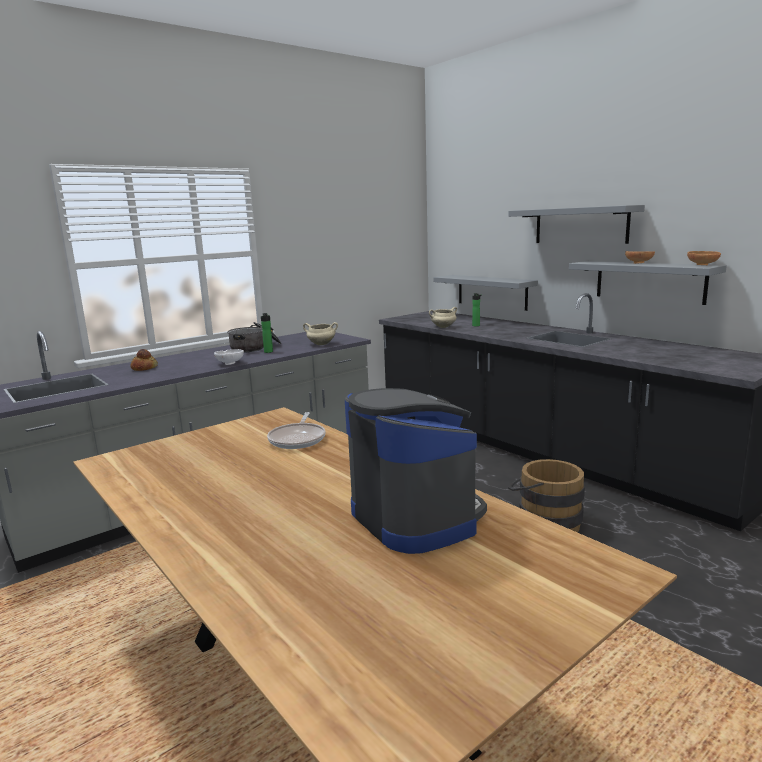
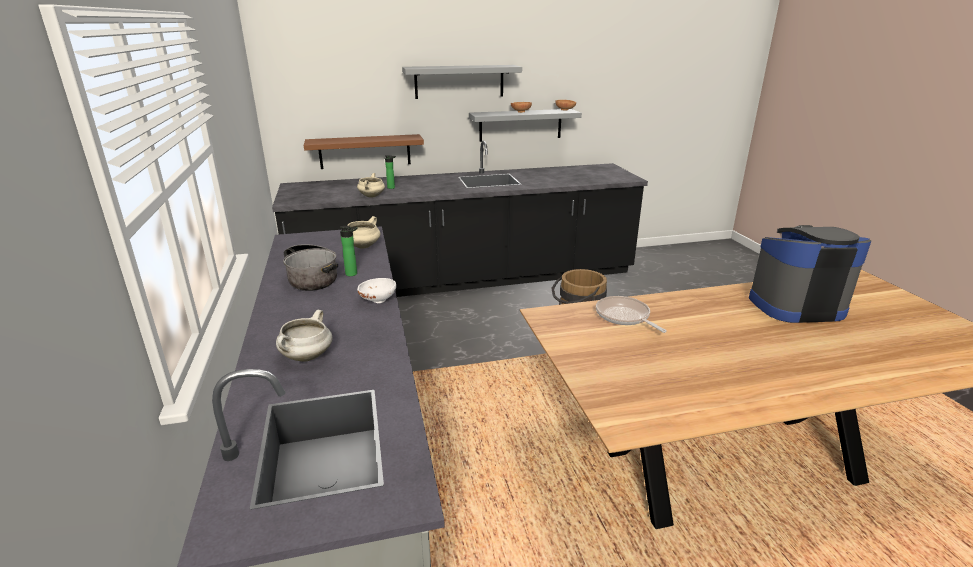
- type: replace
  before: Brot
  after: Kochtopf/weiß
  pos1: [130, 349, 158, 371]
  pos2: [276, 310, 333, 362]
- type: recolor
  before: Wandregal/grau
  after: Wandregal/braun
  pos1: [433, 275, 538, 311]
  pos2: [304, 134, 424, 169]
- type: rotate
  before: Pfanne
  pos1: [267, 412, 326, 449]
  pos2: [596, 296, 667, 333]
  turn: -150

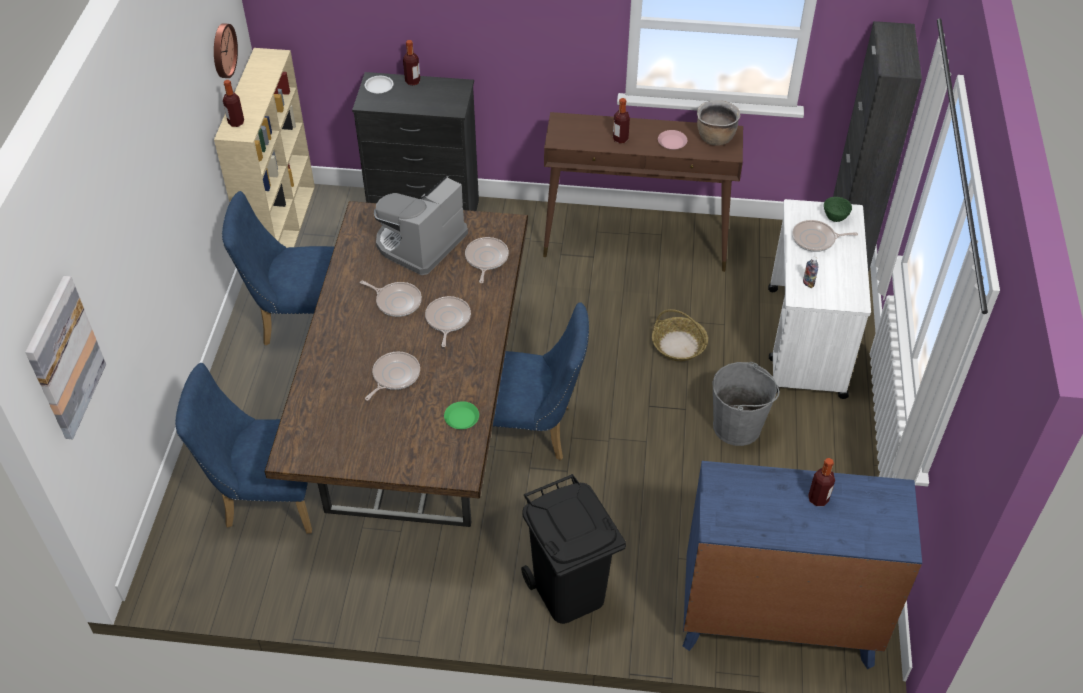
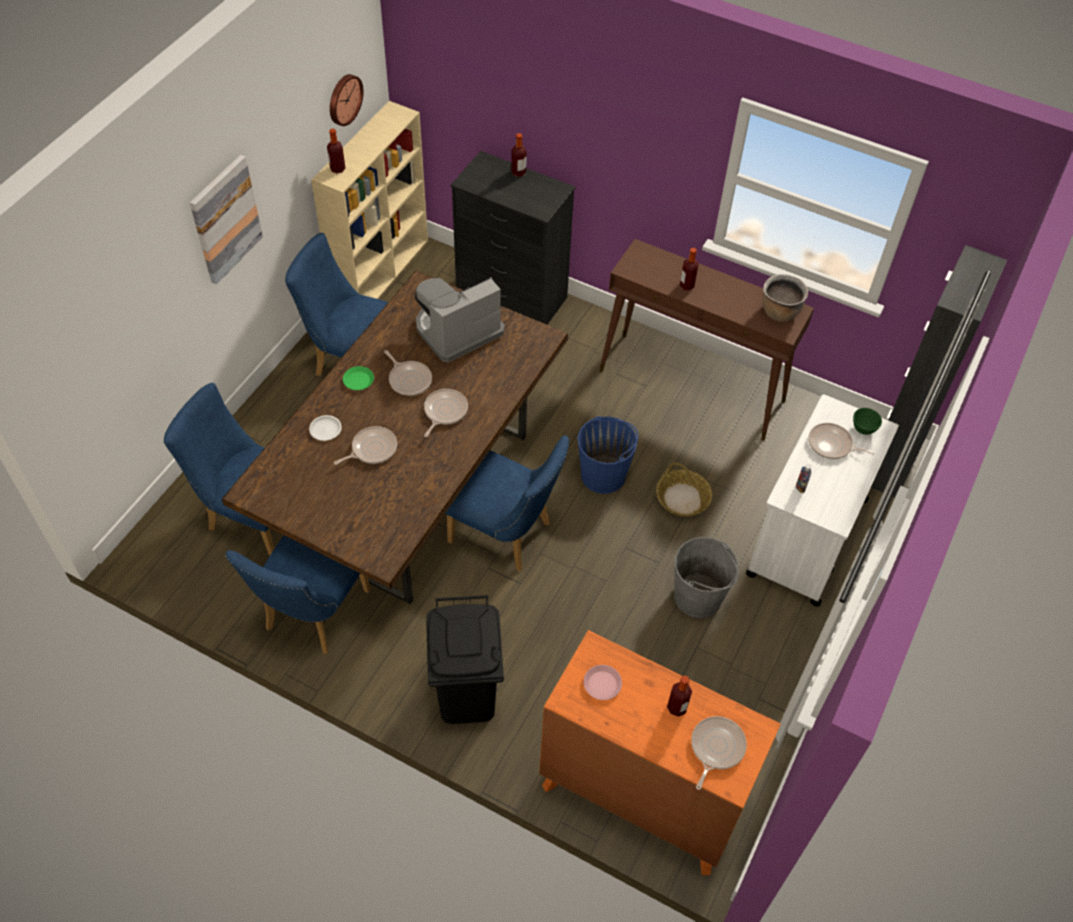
- type: insert
  after: Stuhl/blau
  pos2: [226, 536, 370, 654]
- type: insert
  after: Eimer/blau
  pos2: [578, 416, 638, 494]
- type: move
  before: Bild
  pos1: [25, 276, 106, 439]
  pos2: [190, 155, 263, 284]
- type: move
  before: Teller/weiß
  pos1: [365, 76, 394, 93]
  pos2: [309, 415, 342, 441]
- type: move
  before: Teller/grün
  pos1: [444, 401, 479, 429]
  pos2: [343, 366, 374, 390]
- type: move
  before: Pfanne
  pos1: [465, 237, 509, 283]
  pos2: [691, 716, 747, 790]
- type: move
  before: Teller/rosa
  pos1: [658, 130, 687, 150]
  pos2: [584, 665, 622, 700]
- type: recolor
  before: Kommode/blau
  after: Kommode/orange
  pos1: [683, 461, 922, 669]
  pos2: [539, 630, 781, 875]

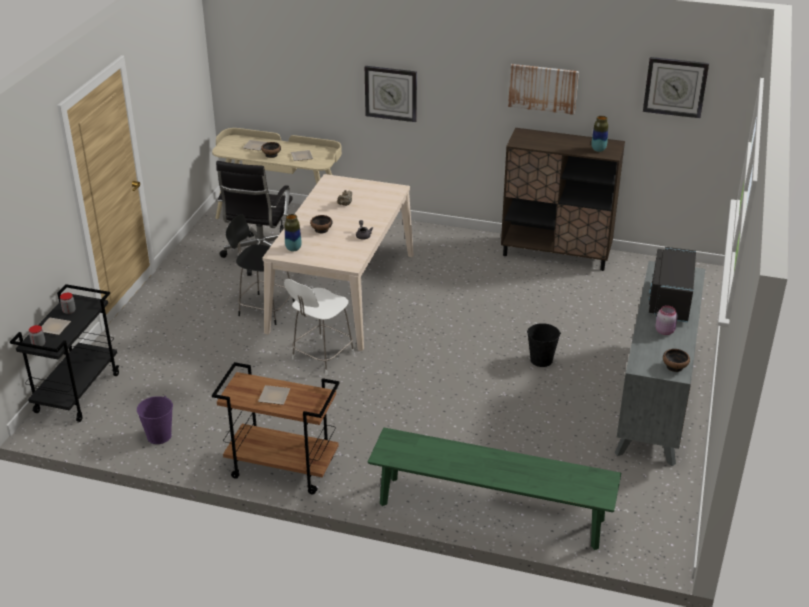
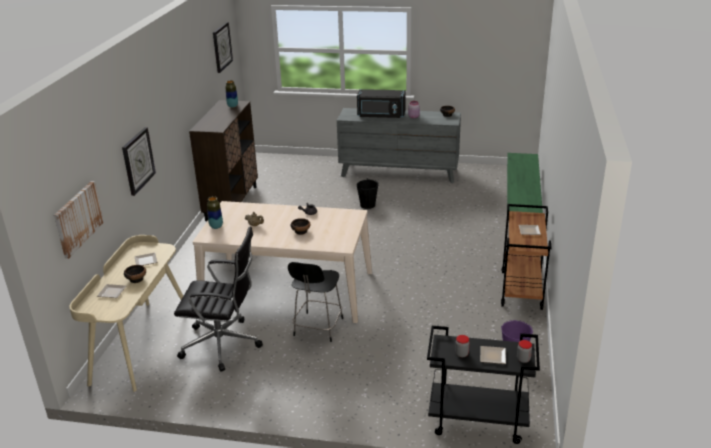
- type: delete
  before: Stuhl/weiß
  pos1: [284, 279, 355, 375]
- type: move
  before: Vase
  pos1: [285, 214, 301, 252]
  pos2: [207, 196, 223, 229]
- type: move
  before: Bild
  pos1: [508, 64, 579, 115]
  pos2: [54, 181, 104, 259]

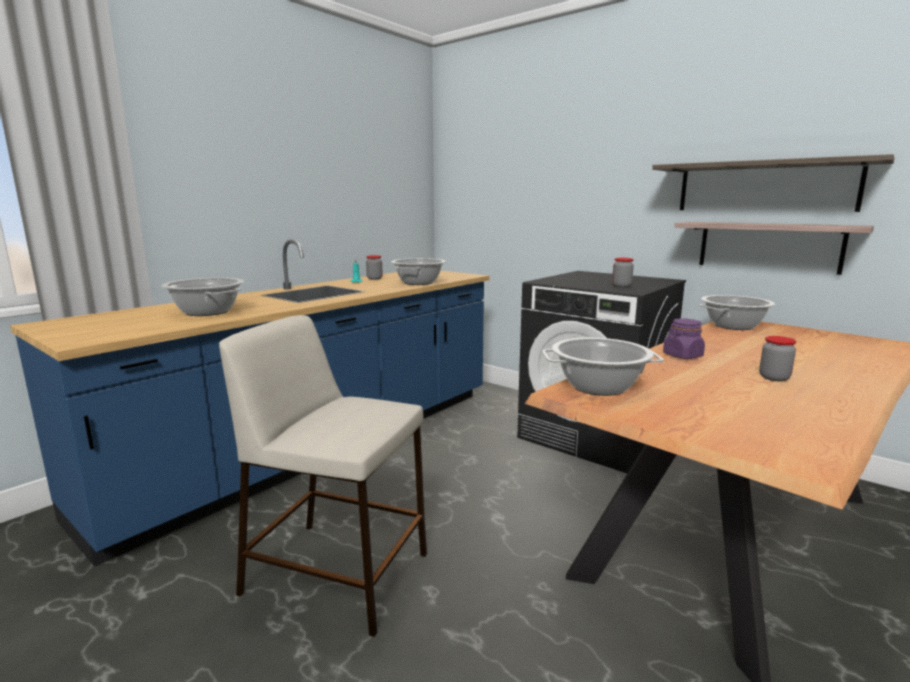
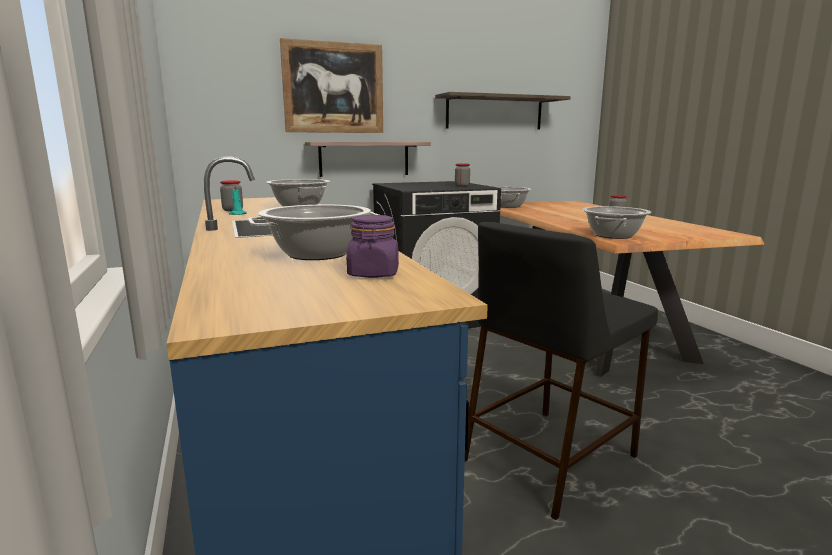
- type: insert
  after: Bild
  pos2: [280, 38, 383, 133]
- type: move
  before: Vorratsglas/lila
  pos1: [663, 318, 705, 359]
  pos2: [346, 215, 399, 278]
- type: move
  before: Wandregal
  pos1: [674, 222, 874, 275]
  pos2: [305, 142, 431, 177]
- type: recolor
  before: Hocker/beige
  after: Hocker/schwarz
  pos1: [219, 315, 427, 637]
  pos2: [465, 222, 658, 520]

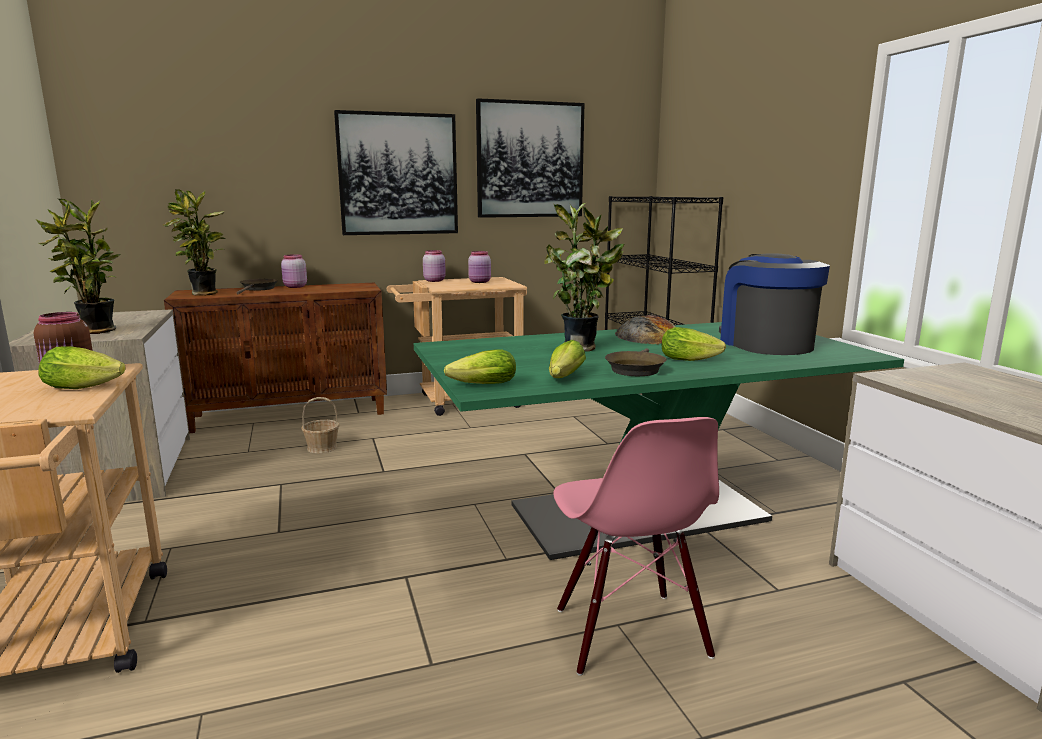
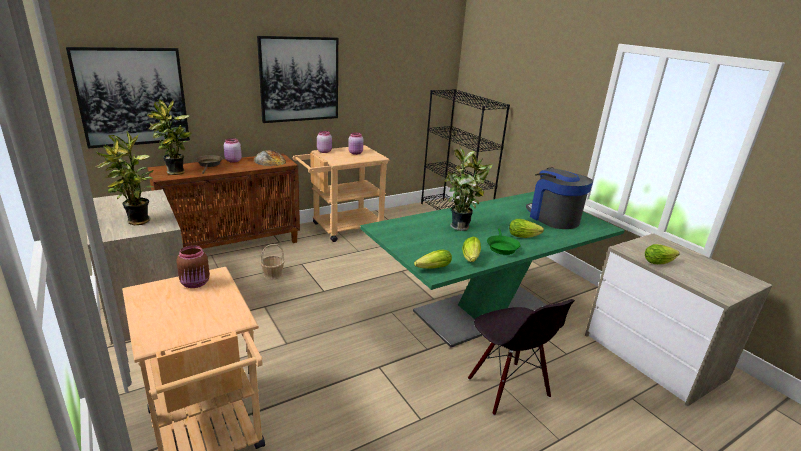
- type: move
  before: Salatkopf
  pos1: [39, 346, 125, 389]
  pos2: [645, 244, 679, 264]
- type: move
  before: Bild
  pos1: [476, 98, 584, 218]
  pos2: [66, 47, 190, 149]
- type: move
  before: Brot
  pos1: [615, 315, 675, 345]
  pos2: [254, 150, 286, 166]
- type: recolor
  before: Stuhl/rosa
  after: Stuhl/schwarz
  pos1: [553, 417, 719, 676]
  pos2: [468, 299, 575, 416]
- type: recolor
  before: Pfanne/braun
  after: Pfanne/grün
  pos1: [605, 348, 667, 376]
  pos2: [487, 229, 520, 255]

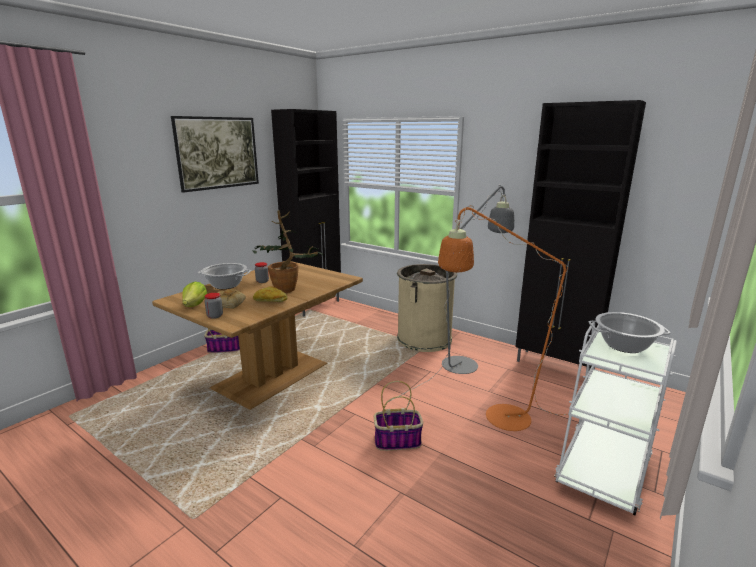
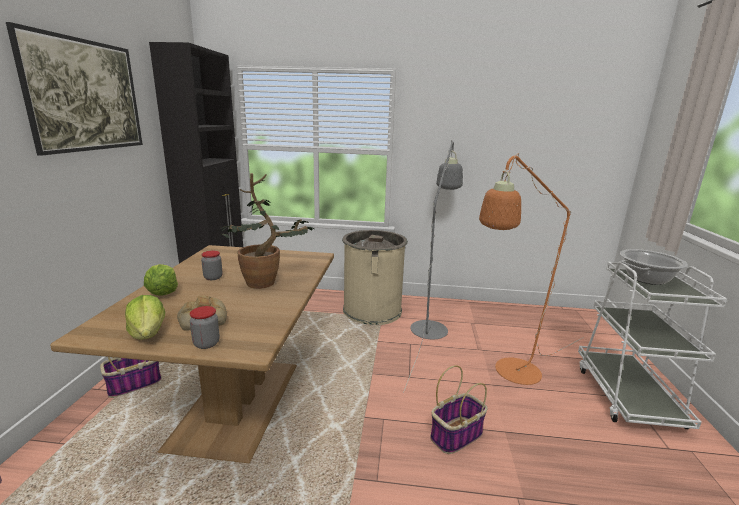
- type: delete
  before: Brot
  pos1: [253, 286, 288, 302]
- type: delete
  before: Schrank/schwarz
  pos1: [515, 100, 646, 370]
- type: replace
  before: Kochtopf
  after: Salatkopf
  pos1: [197, 263, 251, 289]
  pos2: [144, 264, 178, 295]

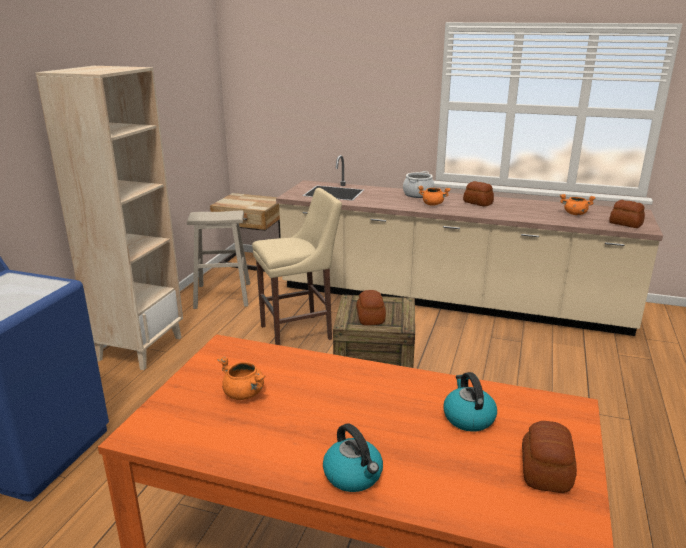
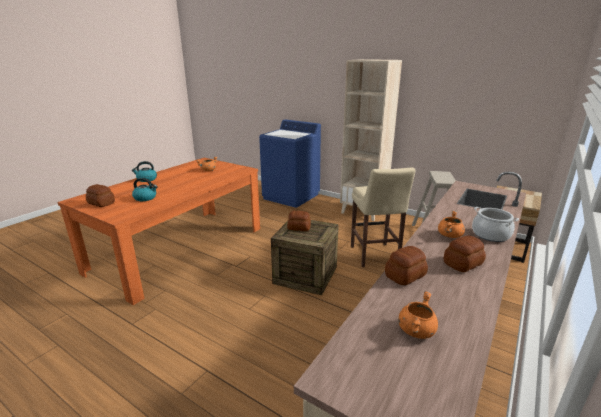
- type: move
  before: Brot
  pos1: [609, 200, 645, 228]
  pos2: [385, 246, 428, 285]

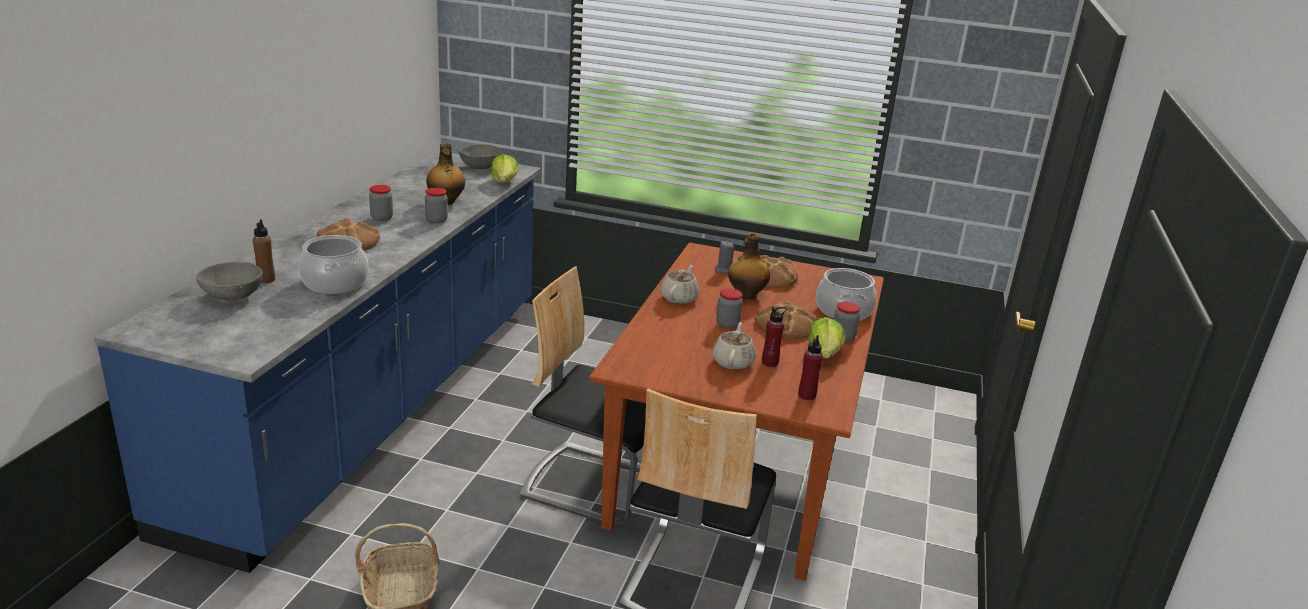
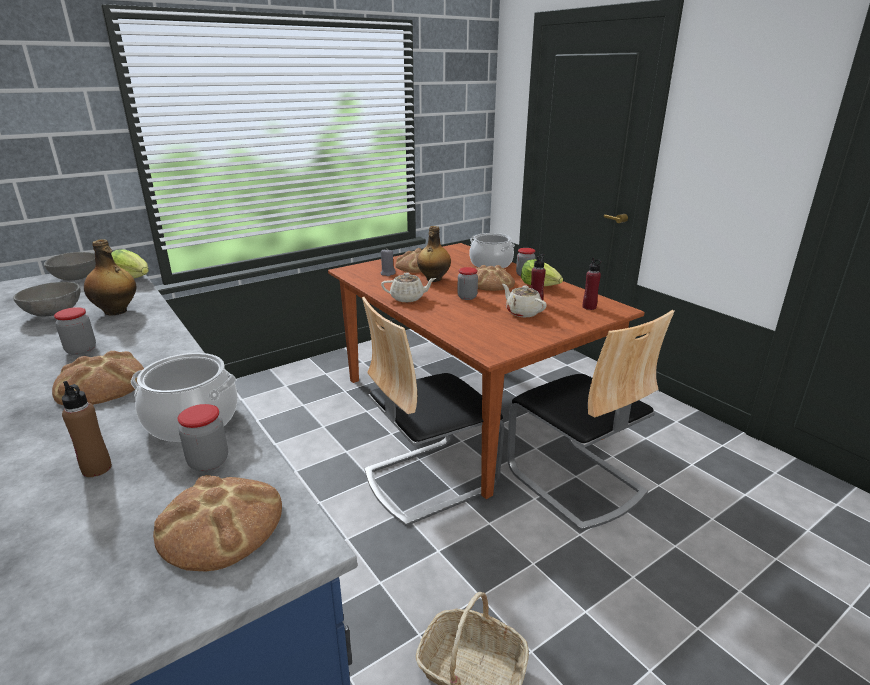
- type: insert
  after: Brot
  pos2: [153, 475, 282, 571]
- type: move
  before: Schüssel/grau
  pos1: [196, 262, 263, 300]
  pos2: [13, 282, 80, 317]
- type: move
  before: Vorratsglas
  pos1: [425, 187, 448, 223]
  pos2: [178, 404, 228, 472]
- type: rotate
  before: Teekanne/beige
  pos1: [660, 265, 699, 304]
  pos2: [381, 273, 436, 302]
  turn: 120

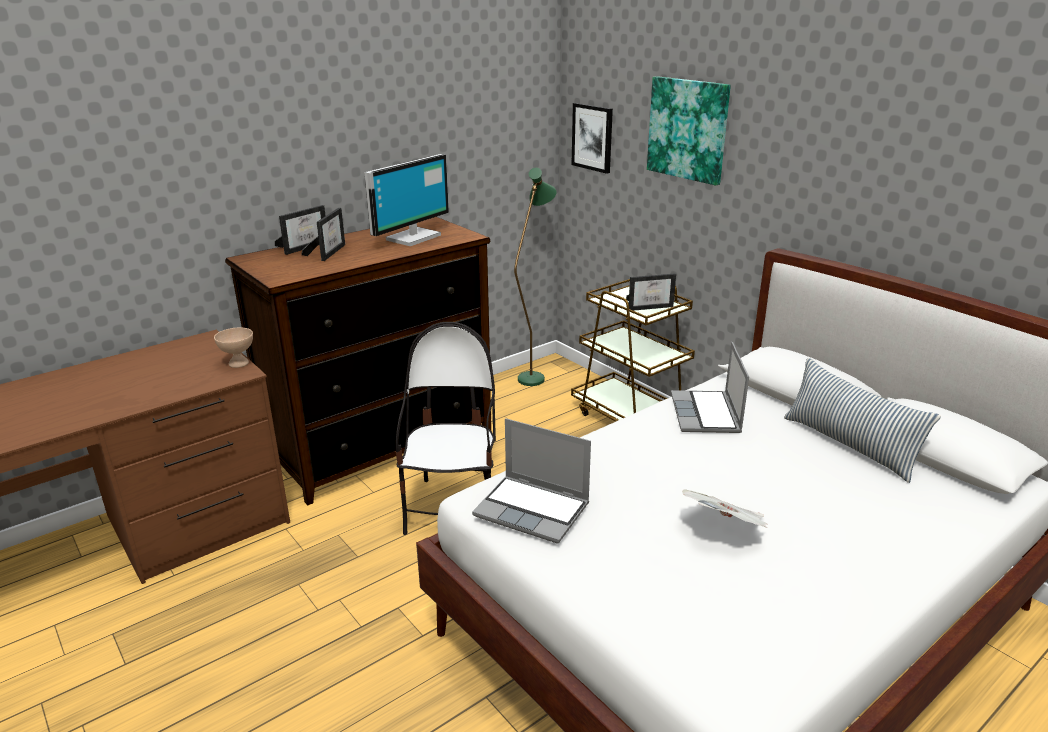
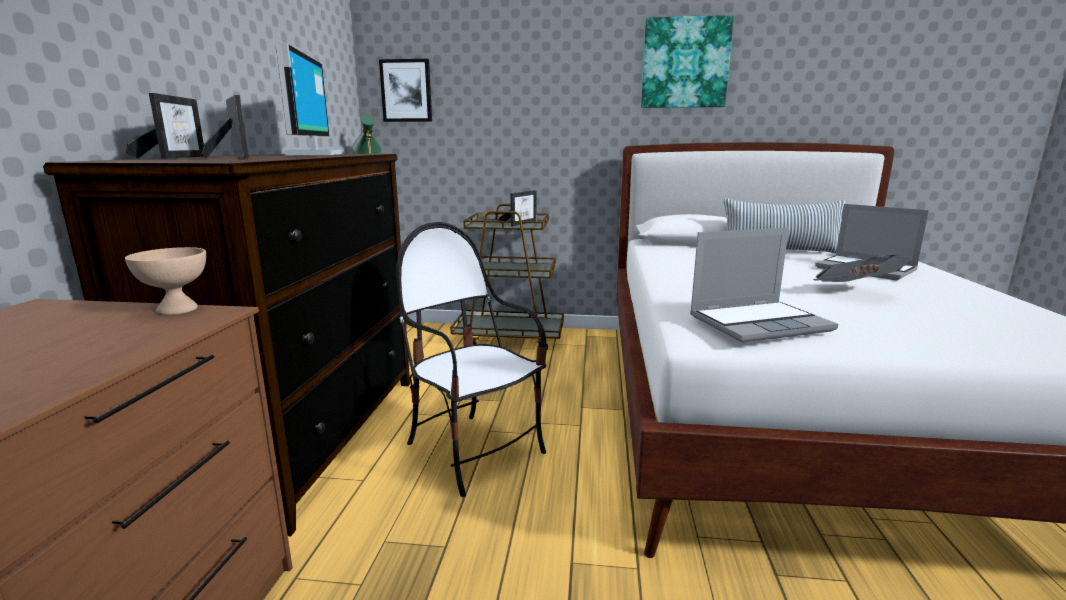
- type: move
  before: Bild
  pos1: [647, 76, 731, 185]
  pos2: [641, 15, 734, 108]
- type: move
  before: Laptop
  pos1: [671, 342, 749, 433]
  pos2: [815, 204, 929, 281]

